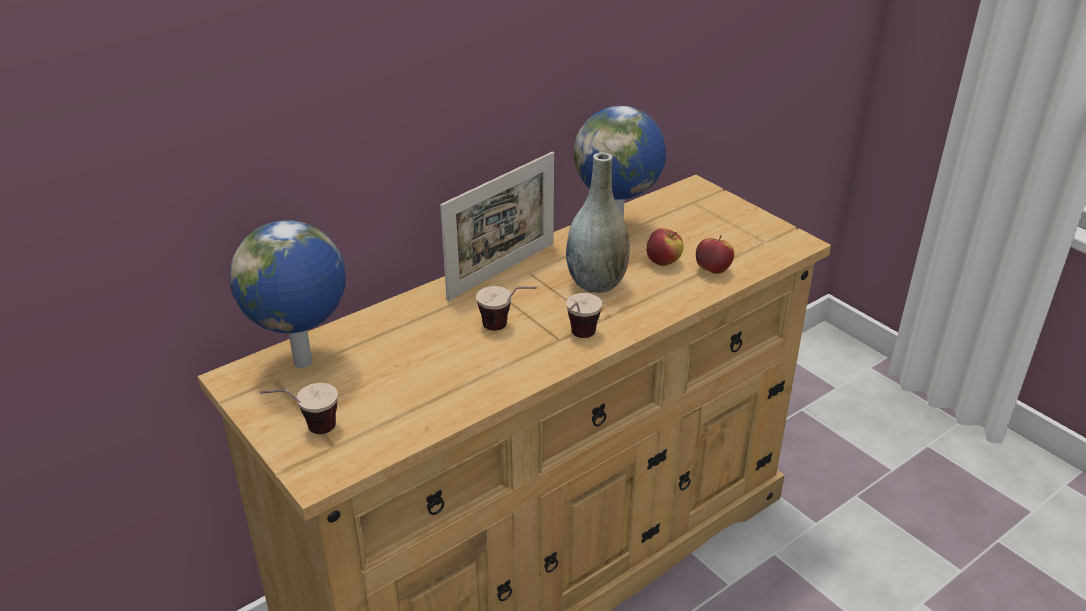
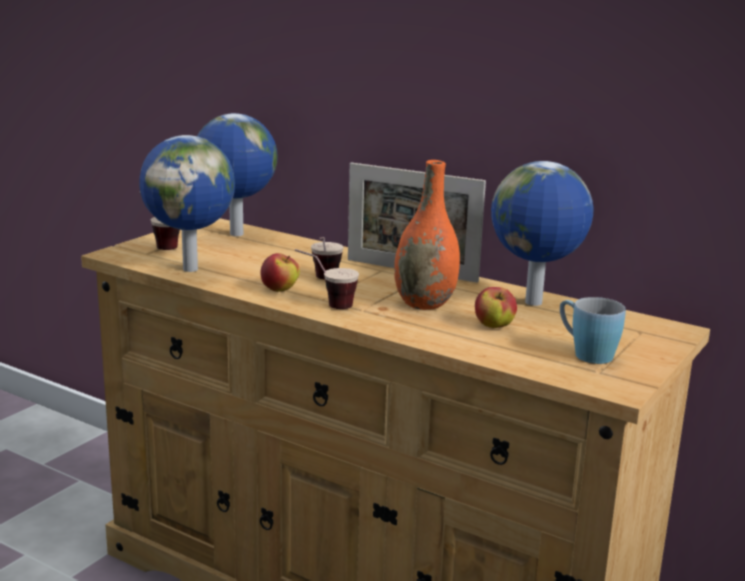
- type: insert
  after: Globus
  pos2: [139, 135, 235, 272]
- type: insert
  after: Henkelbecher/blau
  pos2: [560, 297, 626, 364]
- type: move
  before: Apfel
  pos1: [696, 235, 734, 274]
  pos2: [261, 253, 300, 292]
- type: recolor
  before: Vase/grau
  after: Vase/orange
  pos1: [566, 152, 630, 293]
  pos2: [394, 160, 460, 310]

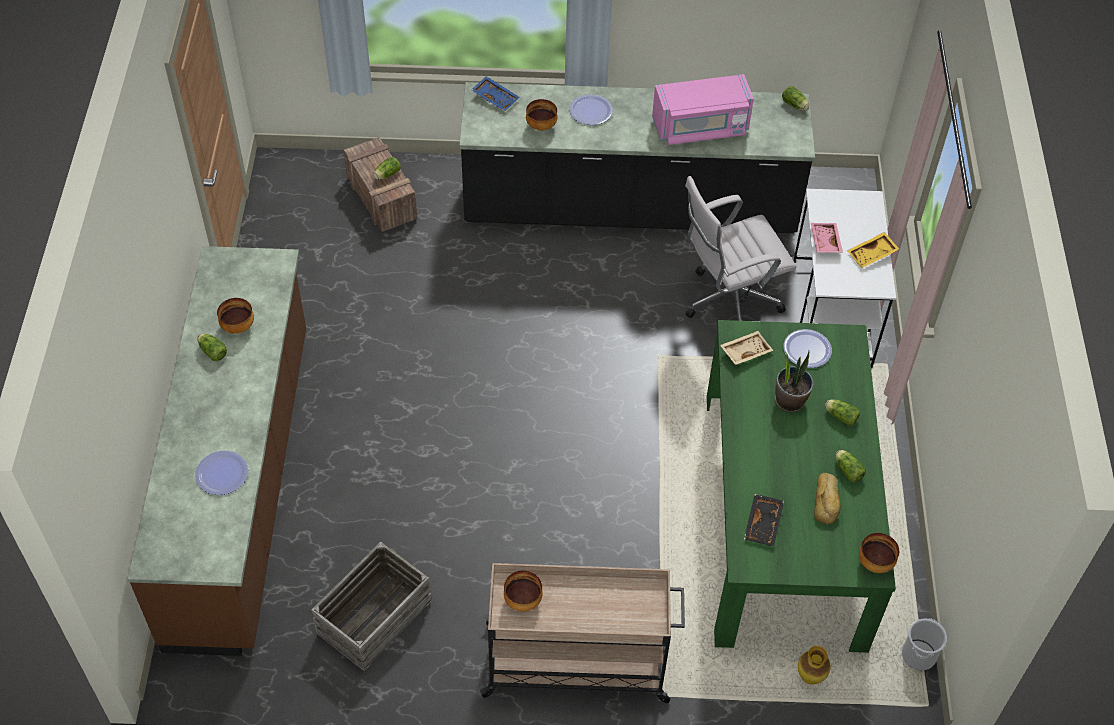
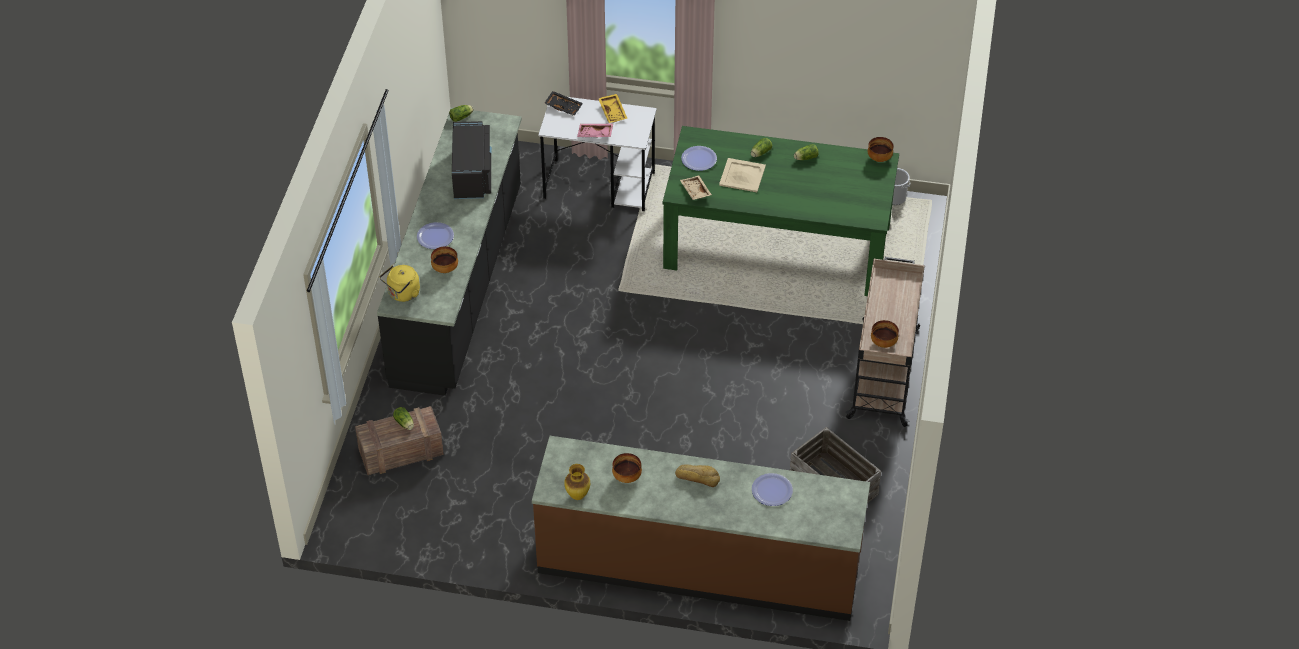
- type: delete
  before: Salatkopf
  pos1: [197, 334, 227, 361]
- type: delete
  before: Bürostuhl/weiß
  pos1: [685, 176, 797, 321]
- type: move
  before: Tablett/schwarz
  pos1: [744, 494, 784, 546]
  pos2: [544, 91, 583, 116]
- type: move
  before: Vase
  pos1: [798, 646, 831, 684]
  pos2: [564, 464, 590, 500]
- type: move
  before: Brot
  pos1: [814, 473, 840, 524]
  pos2: [675, 464, 720, 487]
- type: replace
  before: Tablett/blau
  after: Wasserkessel/gelb
  pos1: [472, 76, 519, 111]
  pos2: [380, 265, 420, 302]
- type: replace
  before: Topfpflanze
  after: Tablett/beige
  pos1: [775, 351, 813, 412]
  pos2: [719, 158, 766, 192]
- type: recolor
  before: Mikrowelle/rosa
  after: Mikrowelle/schwarz
  pos1: [652, 74, 754, 145]
  pos2: [452, 121, 492, 199]

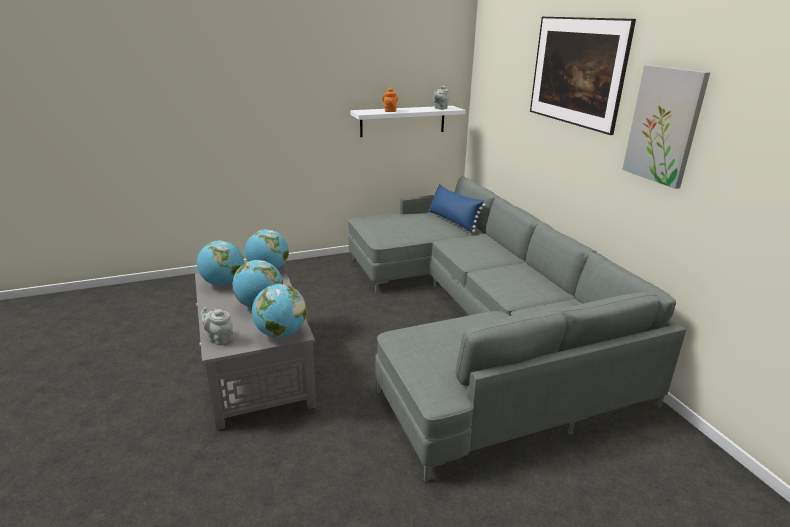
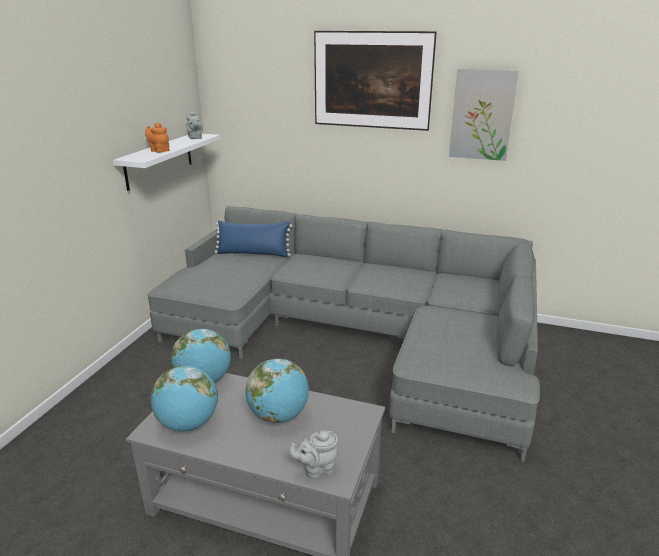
- type: delete
  before: Globus
  pos1: [252, 284, 307, 338]

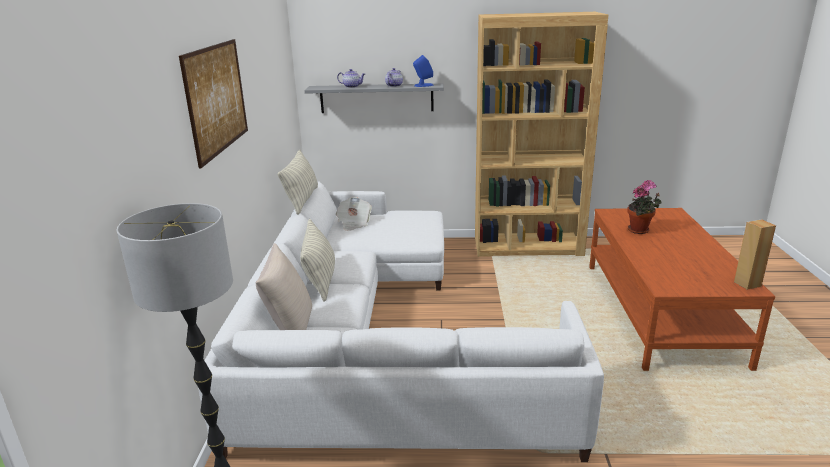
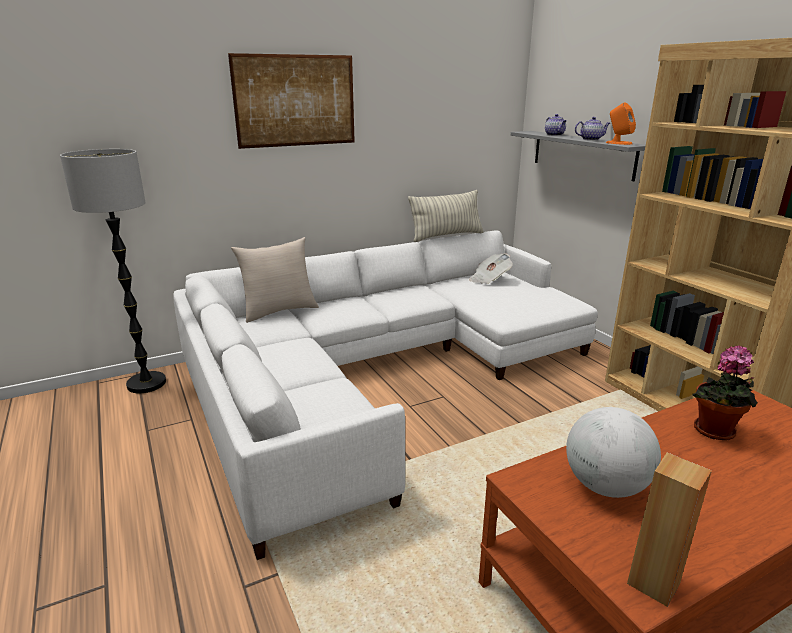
- type: delete
  before: Kissen
  pos1: [300, 219, 335, 302]
- type: insert
  after: Globus
  pos2: [566, 407, 661, 498]
- type: recolor
  before: Lautsprecher/blau
  after: Lautsprecher/orange
  pos1: [413, 55, 434, 87]
  pos2: [606, 102, 636, 145]

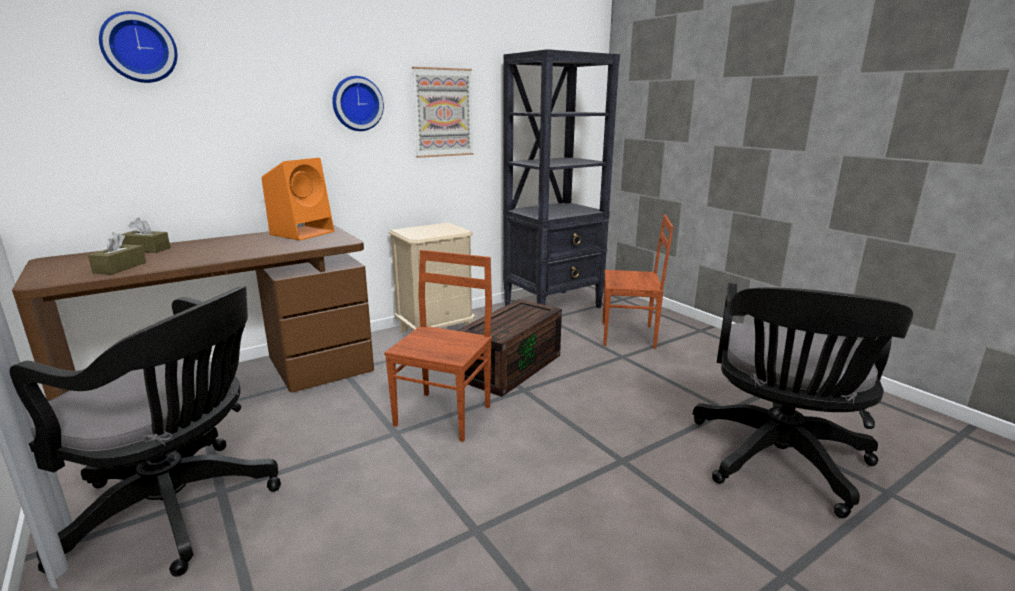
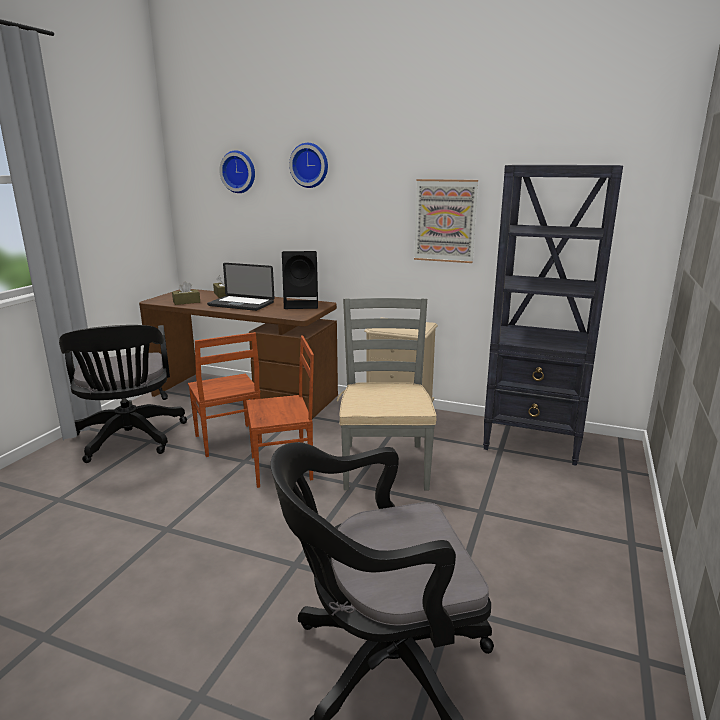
- type: insert
  after: Laptop
  pos2: [207, 263, 274, 311]
- type: move
  before: Wanduhr
  pos1: [332, 76, 384, 131]
  pos2: [289, 143, 328, 188]
- type: move
  before: Stuhl/braun
  pos1: [602, 214, 674, 349]
  pos2: [188, 332, 262, 457]
- type: replace
  before: Aufbewahrungsbox/braun
  after: Stuhl/grau
  pos1: [456, 299, 562, 397]
  pos2: [337, 298, 437, 490]
- type: recolor
  before: Lautsprecher/orange
  after: Lautsprecher/schwarz
  pos1: [261, 158, 334, 241]
  pos2: [282, 251, 318, 309]

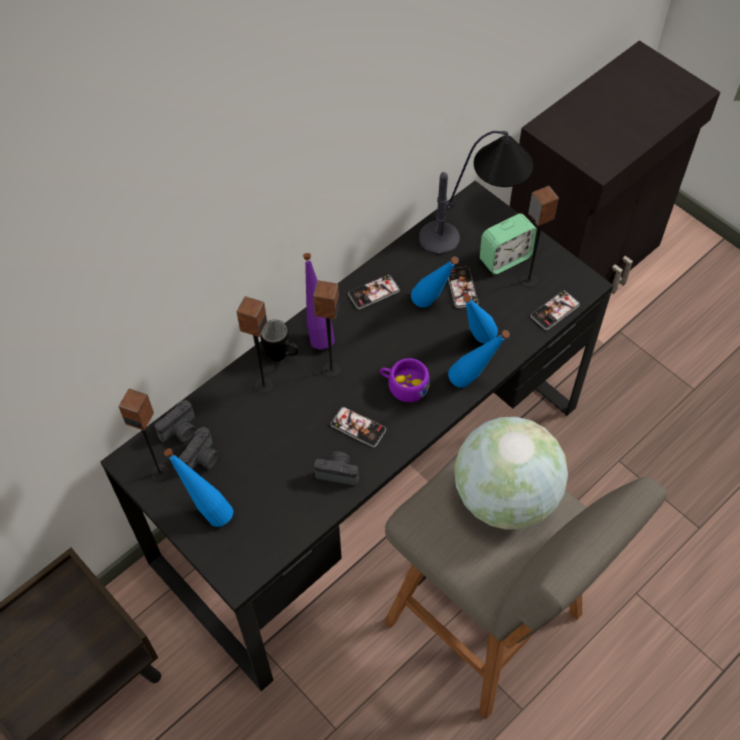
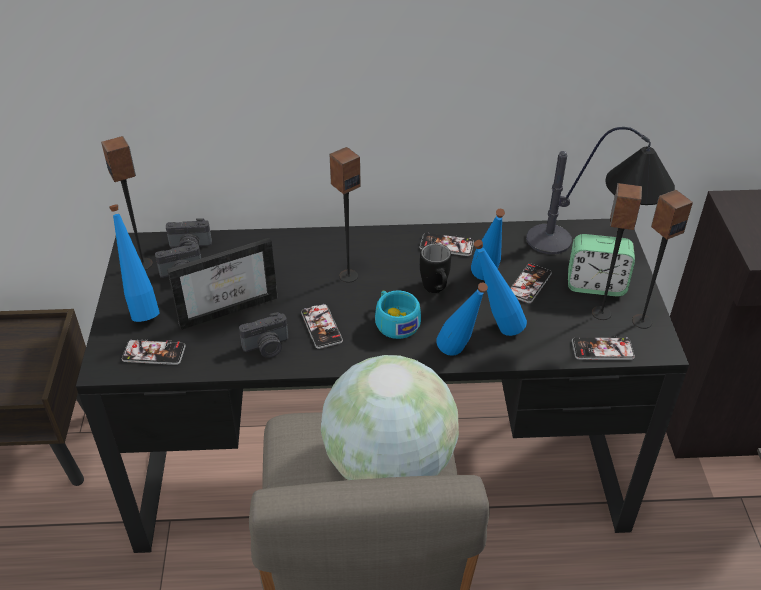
- type: delete
  before: Flasche/lila
  pos1: [303, 253, 335, 349]
- type: insert
  after: Handy
  pos2: [122, 339, 186, 365]
- type: insert
  after: Bilderrahmen
  pos2: [167, 238, 278, 330]
- type: move
  before: Lautsprecher
  pos1: [236, 296, 273, 394]
  pos2: [632, 190, 693, 329]
- type: move
  before: Henkelbecher/schwarz
  pos1: [260, 320, 299, 361]
  pos2: [420, 243, 451, 293]
- type: recolor
  before: Tasse/lila
  after: Tasse/türkis
  pos1: [380, 358, 430, 402]
  pos2: [375, 290, 421, 339]
- type: rotate
  before: Kamera
  pos1: [314, 451, 359, 486]
  pos2: [239, 312, 288, 358]
  turn: 105

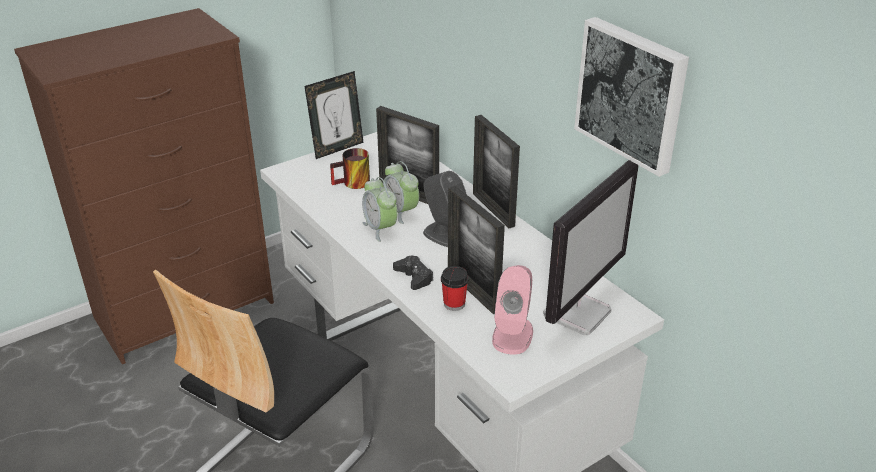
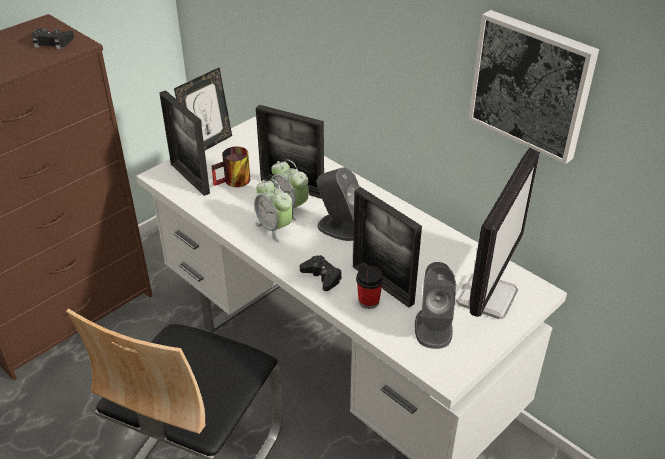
- type: insert
  after: Gamepad/schwarz
  pos2: [31, 28, 74, 49]
- type: move
  before: Bilderrahmen
  pos1: [473, 115, 520, 228]
  pos2: [159, 90, 210, 196]
- type: recolor
  before: Lautsprecher/rosa
  after: Lautsprecher/grau
  pos1: [492, 265, 533, 355]
  pos2: [415, 262, 456, 349]

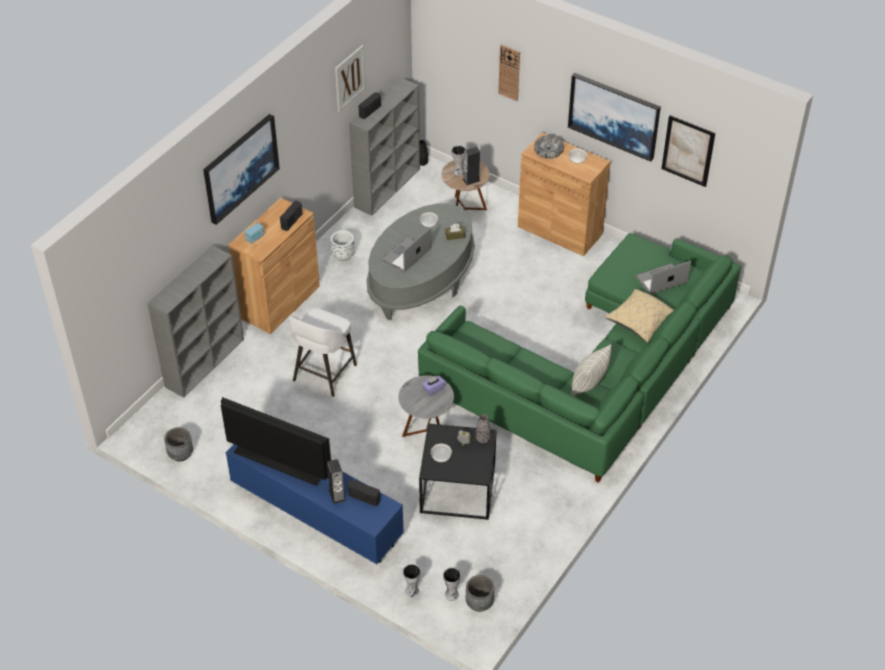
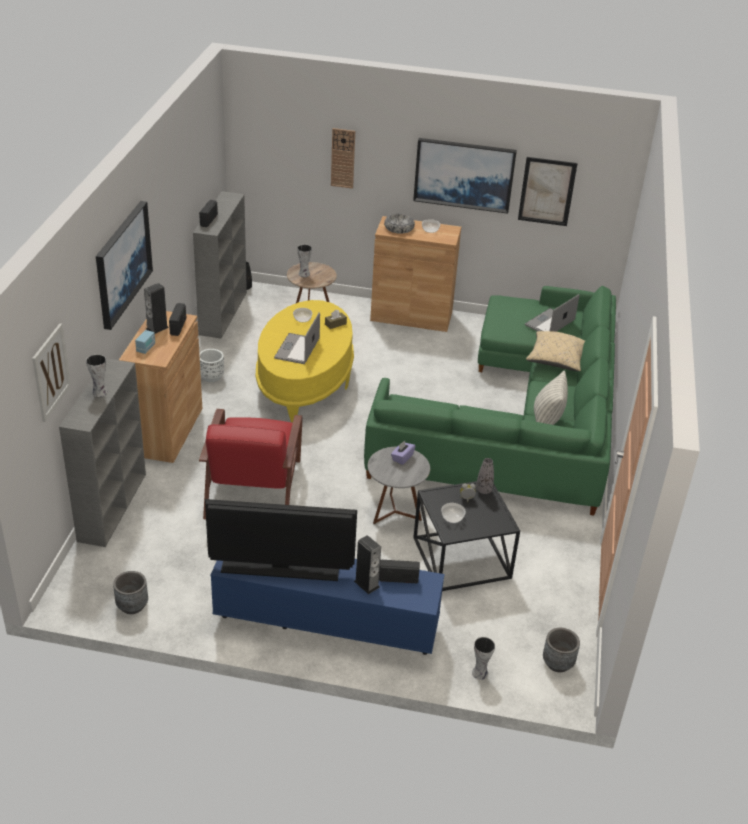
- type: move
  before: Bild
  pos1: [335, 45, 366, 112]
  pos2: [32, 323, 71, 422]
- type: move
  before: Vase
  pos1: [443, 568, 461, 601]
  pos2: [86, 354, 108, 397]
- type: move
  before: Lautsprecher
  pos1: [463, 147, 480, 185]
  pos2: [144, 283, 169, 334]
- type: replace
  before: Hocker/weiß
  after: Sessel/rot
  pos1: [288, 308, 357, 397]
  pos2: [199, 409, 302, 519]
- type: recolor
  before: Couchtisch/grau
  after: Couchtisch/gelb
  pos1: [367, 204, 475, 320]
  pos2: [256, 300, 354, 422]

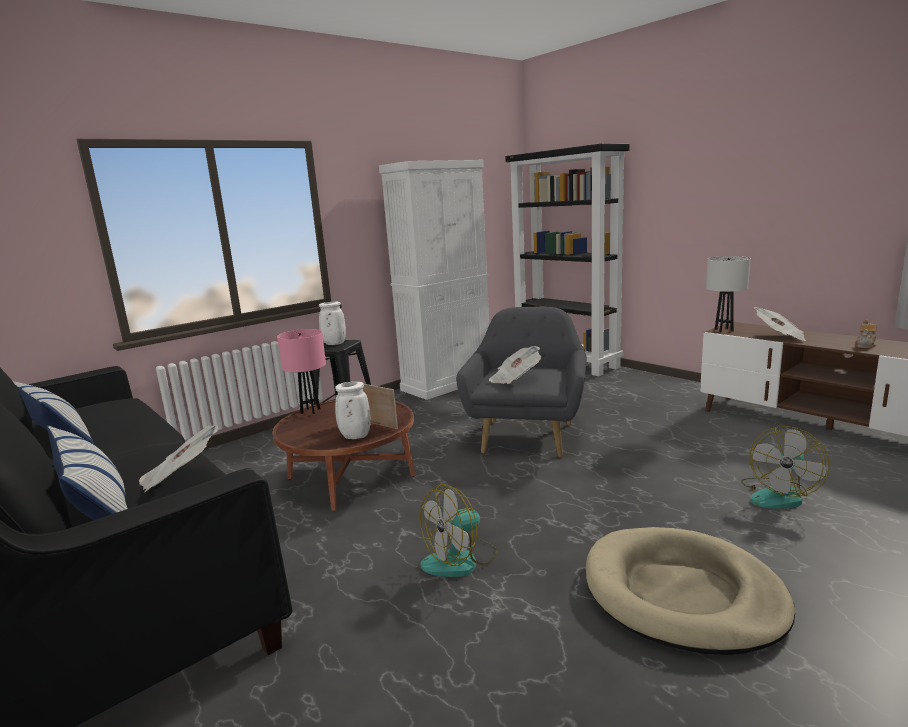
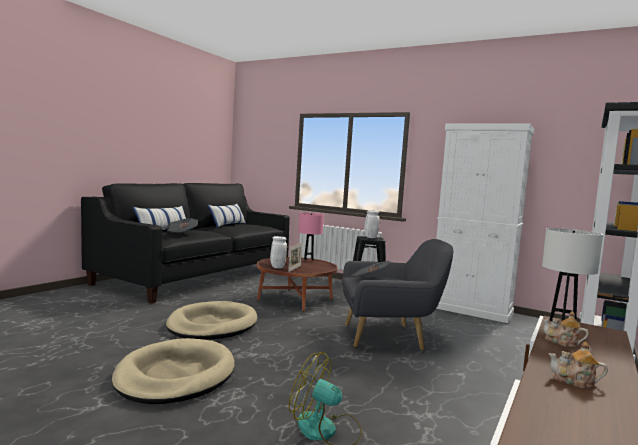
- type: replace
  before: Ventilator
  after: Hundebett/beige
  pos1: [420, 484, 498, 577]
  pos2: [166, 301, 257, 340]
- type: replace
  before: Zeitung
  after: Teekanne
  pos1: [754, 307, 806, 341]
  pos2: [542, 311, 589, 347]

